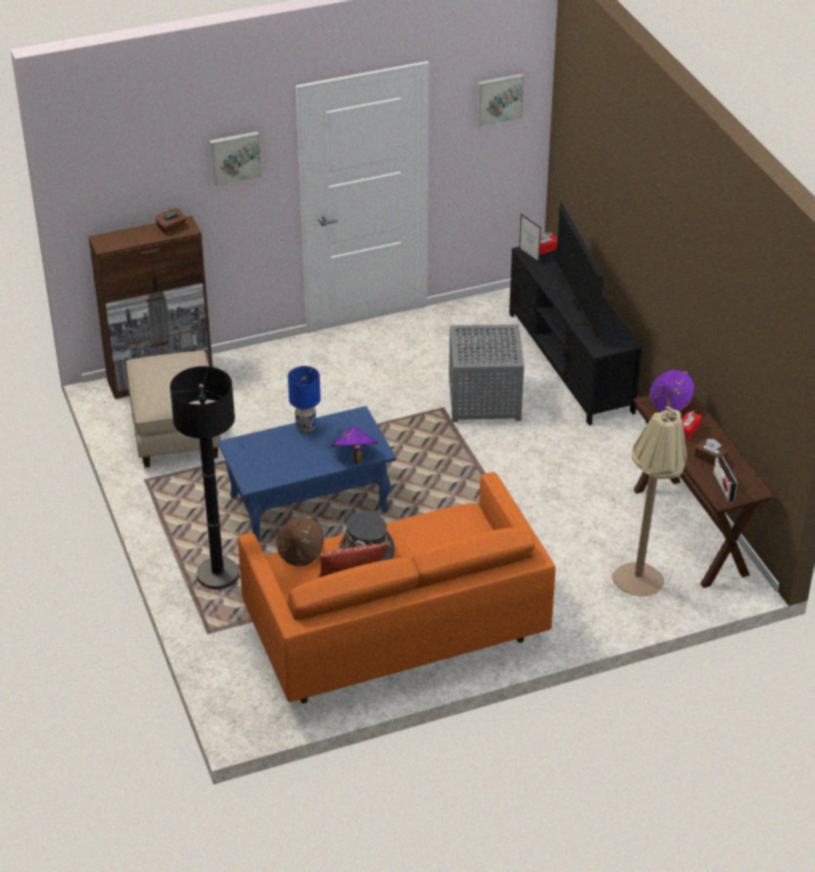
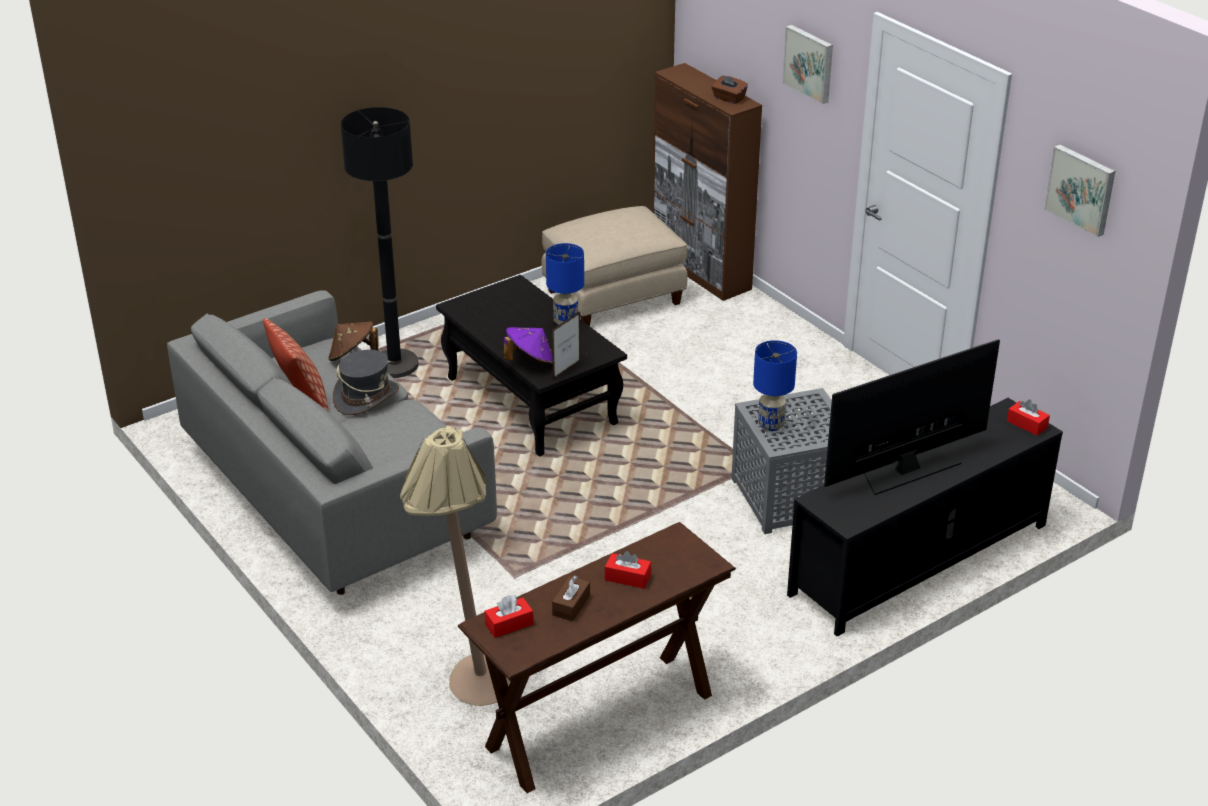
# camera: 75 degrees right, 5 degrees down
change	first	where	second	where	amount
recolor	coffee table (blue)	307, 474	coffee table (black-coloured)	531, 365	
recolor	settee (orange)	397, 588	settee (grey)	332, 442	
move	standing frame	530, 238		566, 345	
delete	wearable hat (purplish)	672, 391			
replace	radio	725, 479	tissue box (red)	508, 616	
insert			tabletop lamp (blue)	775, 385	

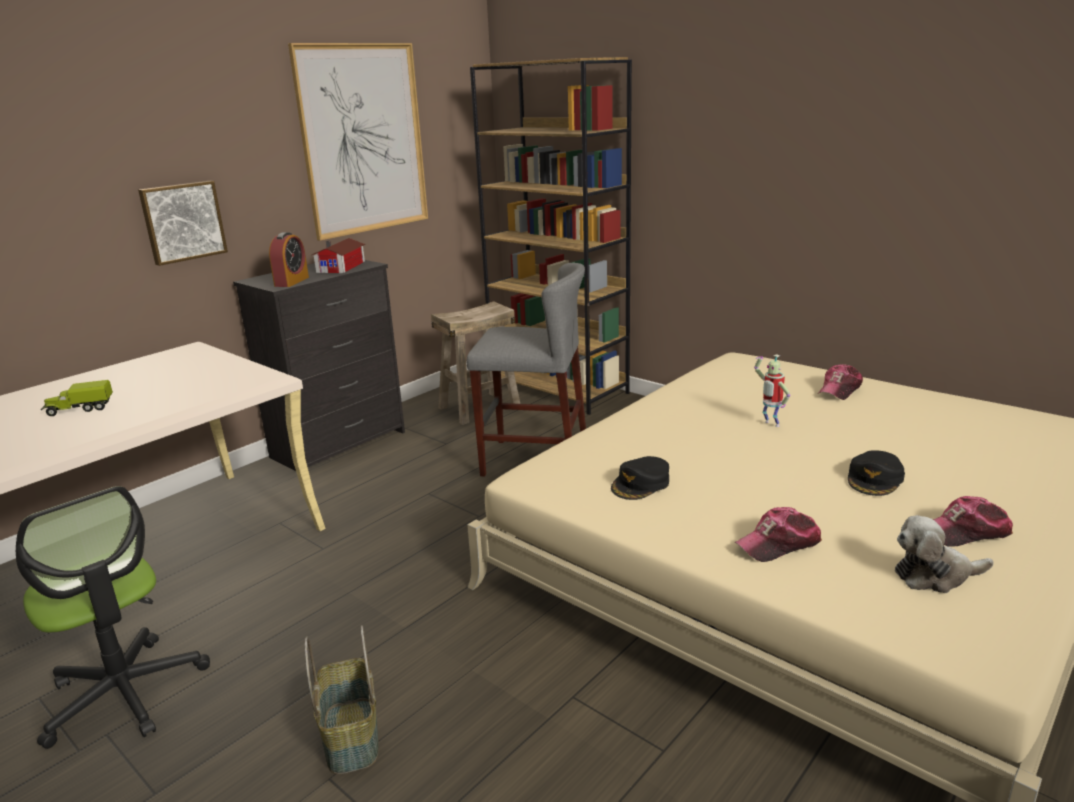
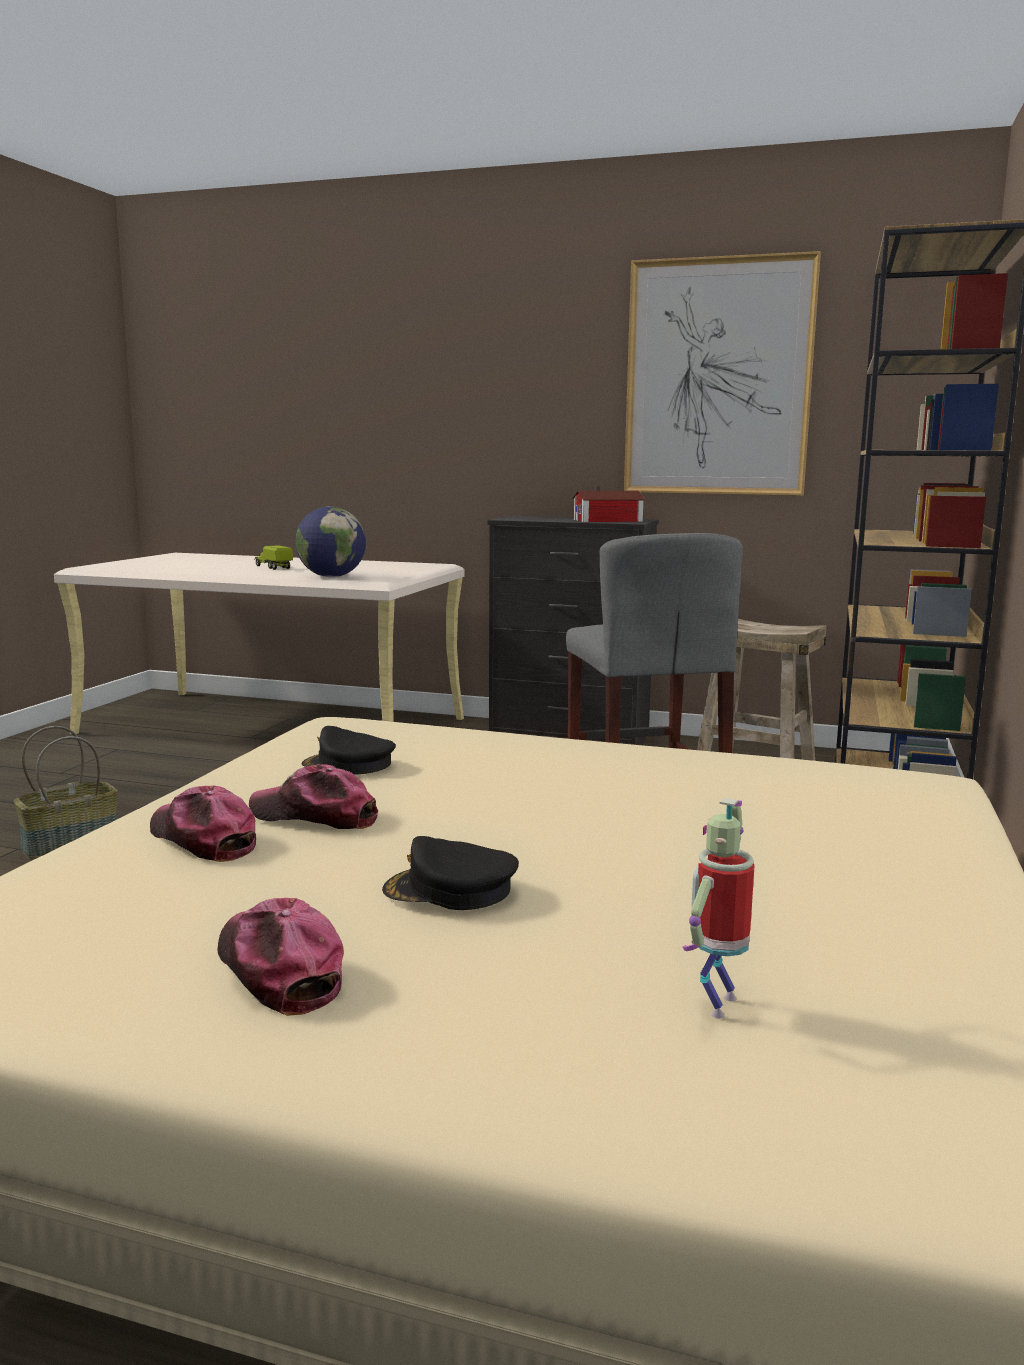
# camera: 65 degrees right, 10 degrees down
change	first	where	second	where	amount
delete	office chair	113, 617			
delete	picture	183, 223			
delete	alarm clock	289, 259			
move	toy robot	772, 390		718, 908	
move	cap	841, 382		313, 796	
delete	cuddly toy	944, 554			
insert			globe	330, 541	

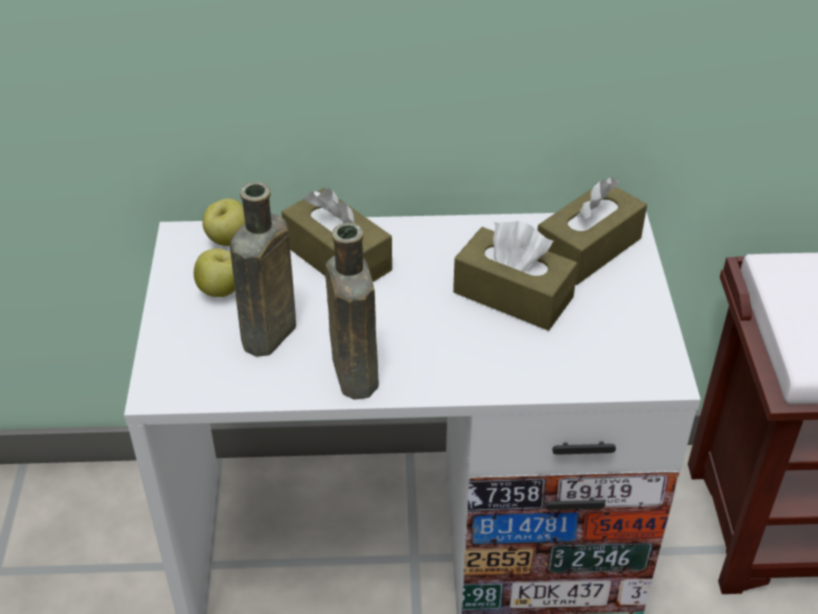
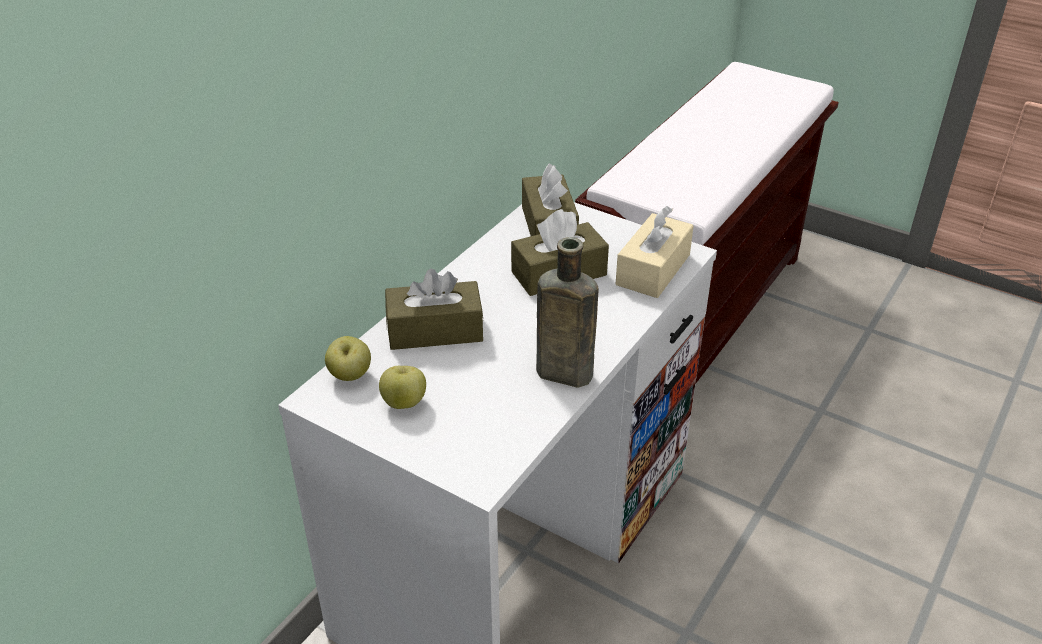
# camera: 55 degrees left, 5 degrees down
change	first	where	second	where	amount
delete	drink bottle (brown-coloured)	263, 269			
insert			tissue box (beige-coloured)	655, 252	

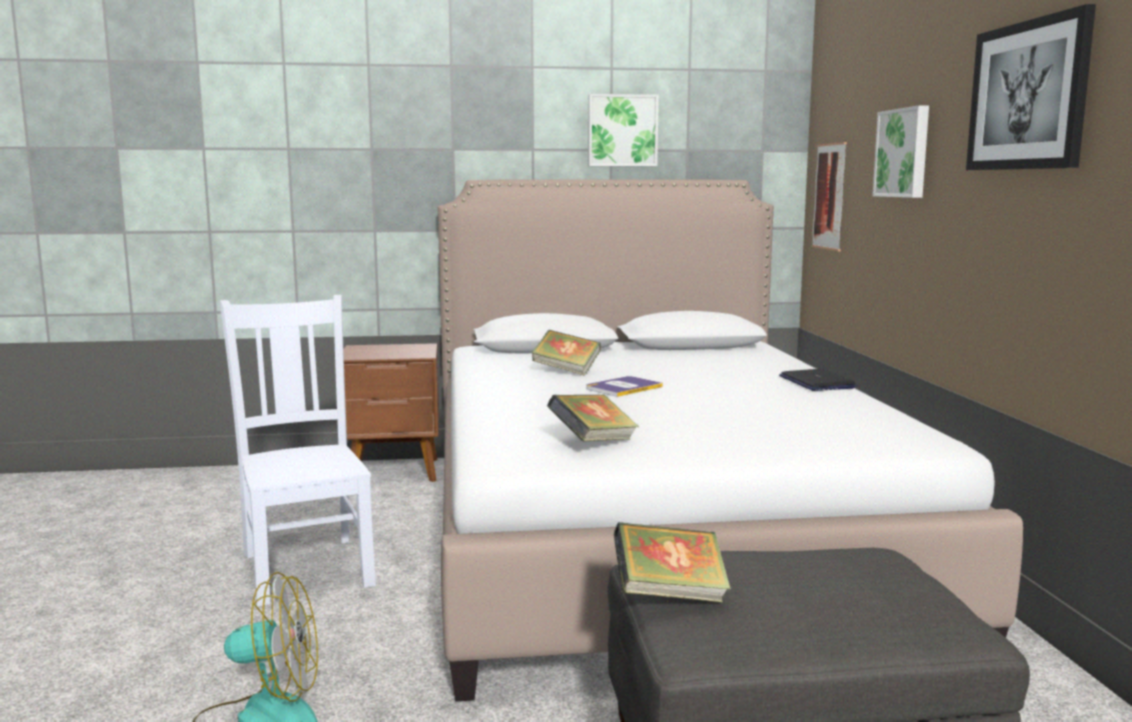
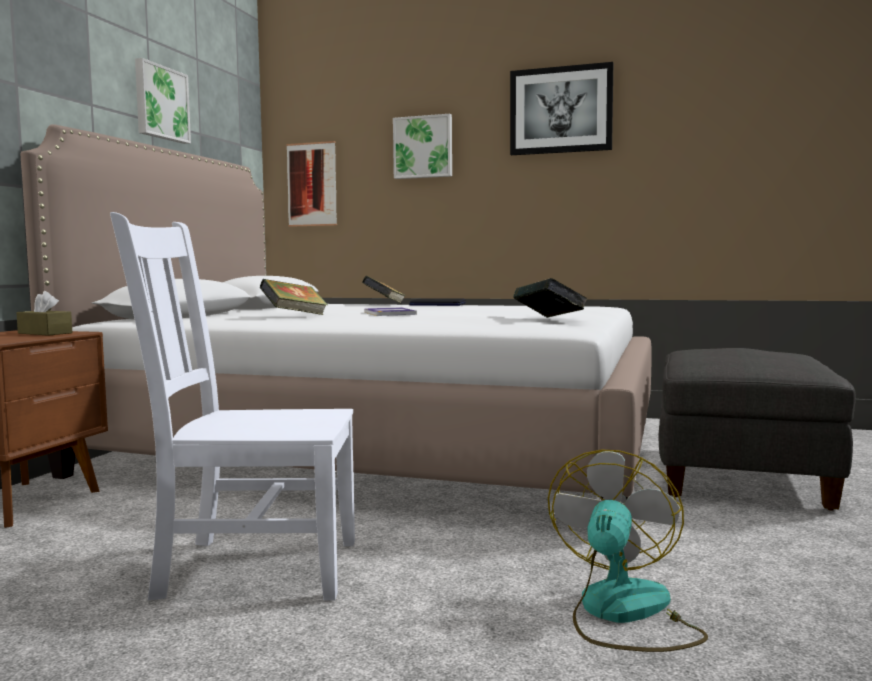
# camera: 65 degrees left, 5 degrees down
change	first	where	second	where	amount
move	book	672, 562		384, 289	
insert			tissue box (brown-coloured)	44, 313	

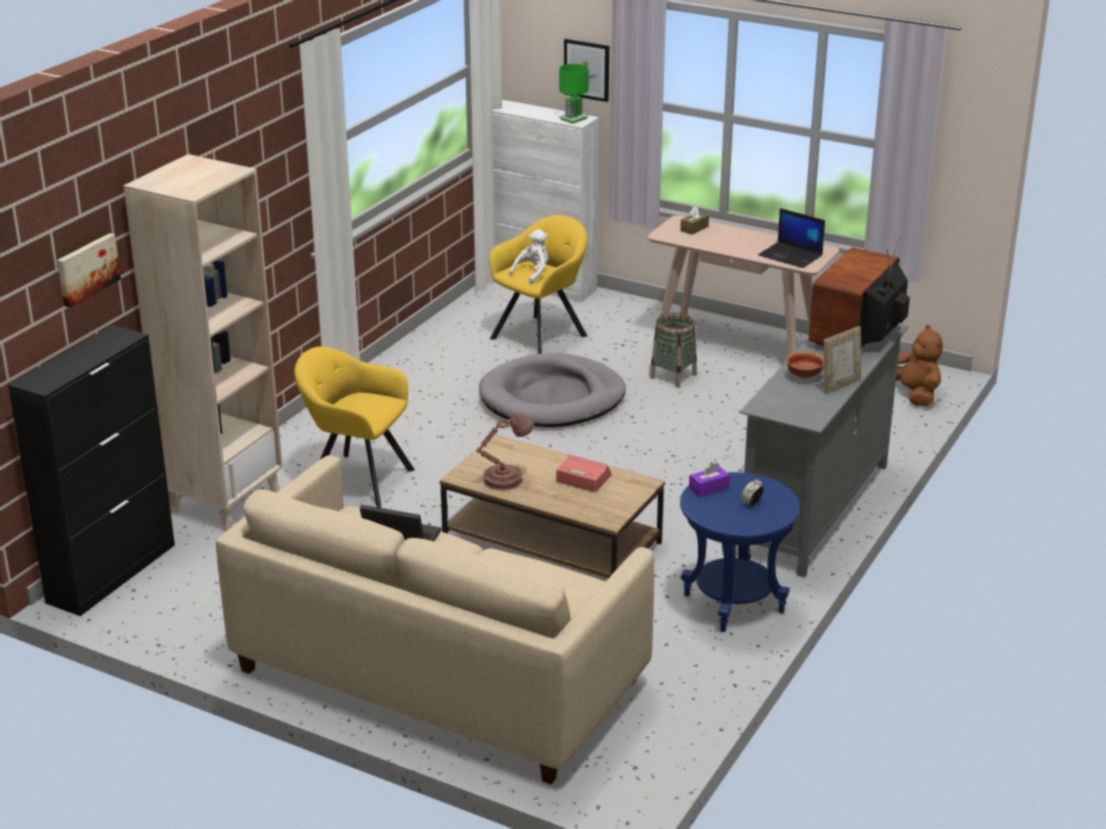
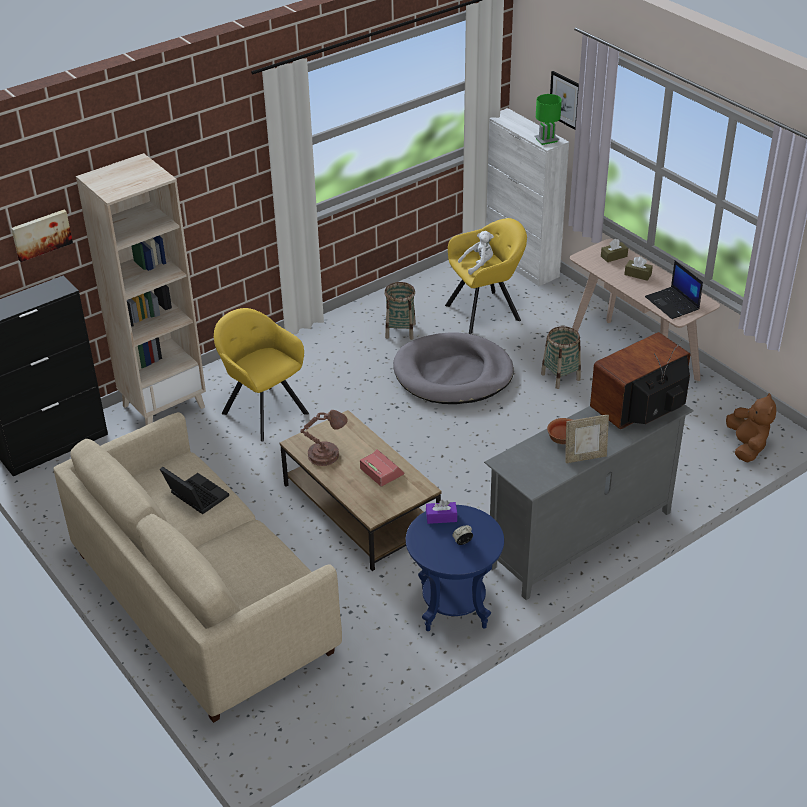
# camera: 25 degrees right, 10 degrees up
change	first	where	second	where	amount
insert			basket	400, 311	
insert			tissue box (brown-coloured)	638, 269	

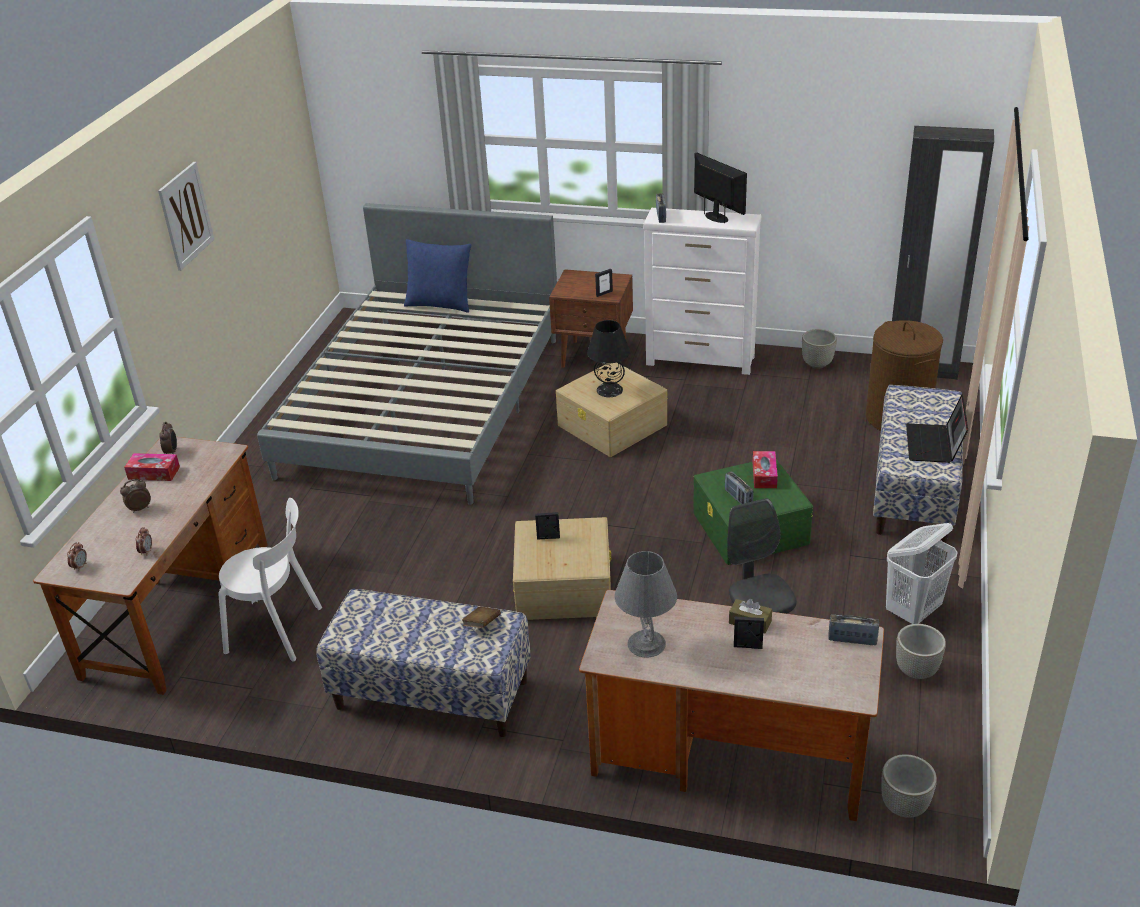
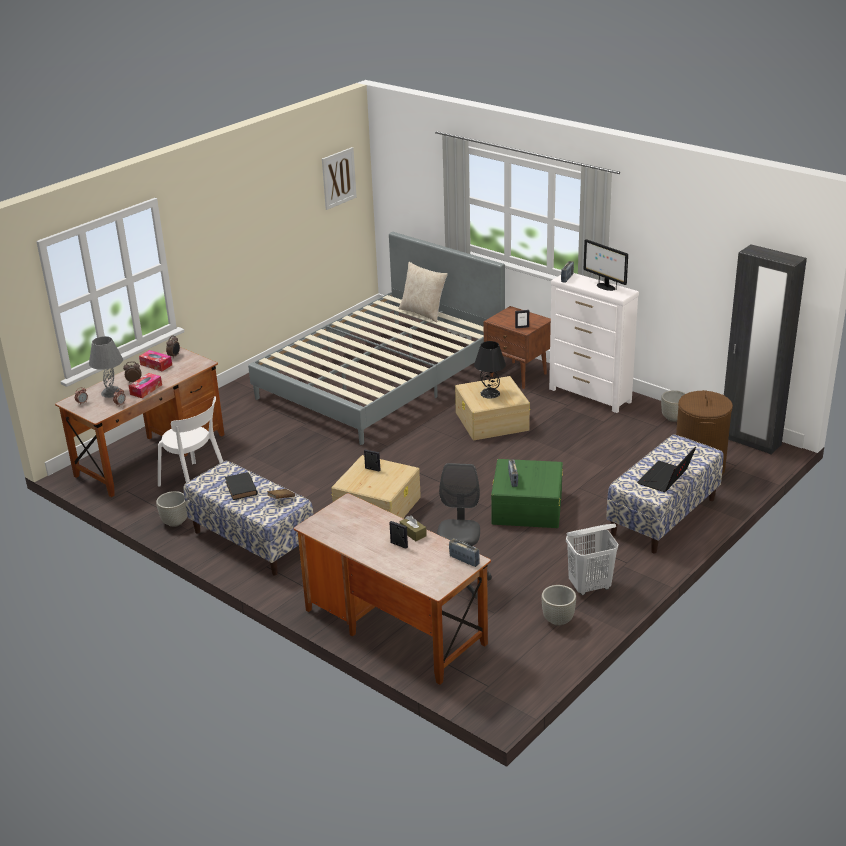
# camera: 25 degrees right, 5 degrees down
change	first	where	second	where	amount
move	picture	186, 216		339, 178	
recolor	throw pillow (blue)	437, 276	throw pillow (beige-coloured)	423, 292	
move	tabletop lamp (grey)	646, 604		106, 367	
rotate	monitor	720, 188		606, 265	150 degrees clockwise
move	tissue box	765, 469		145, 385	
move	flower pot (grey)	909, 786		171, 509	
insert			book (black-coloured)	241, 486	

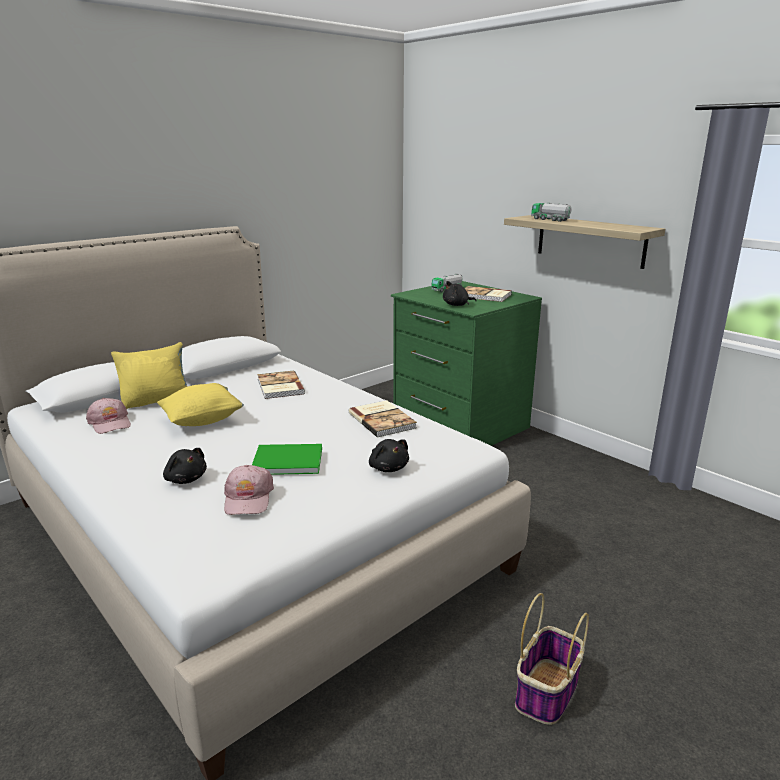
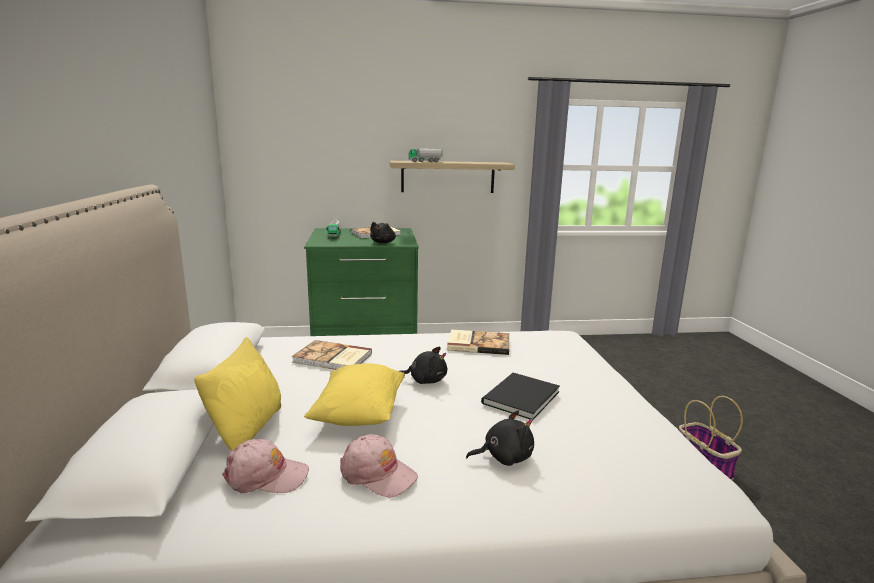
# camera: 55 degrees left, 5 degrees down
change	first	where	second	where	amount
move	cap (pinkish)	249, 490		379, 465	
recolor	book (green)	287, 459	book (black-coloured)	520, 396	
move	cuddly toy (black-coloured)	389, 455		423, 365	

